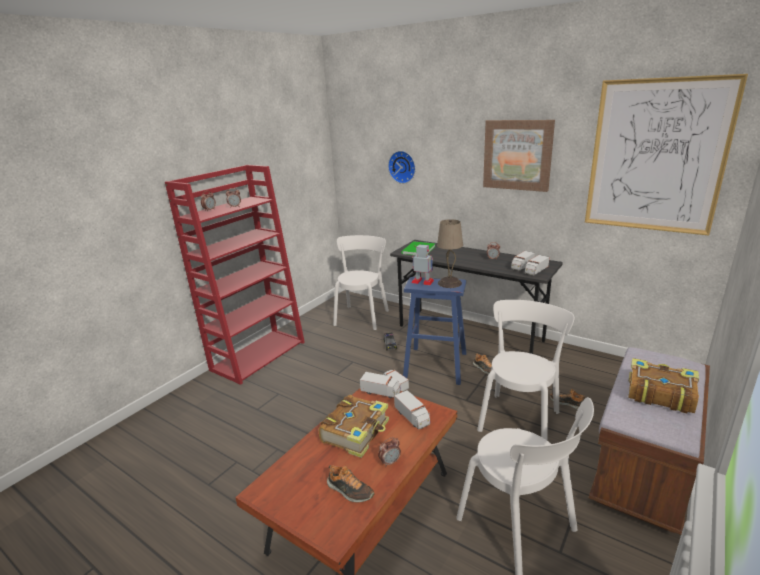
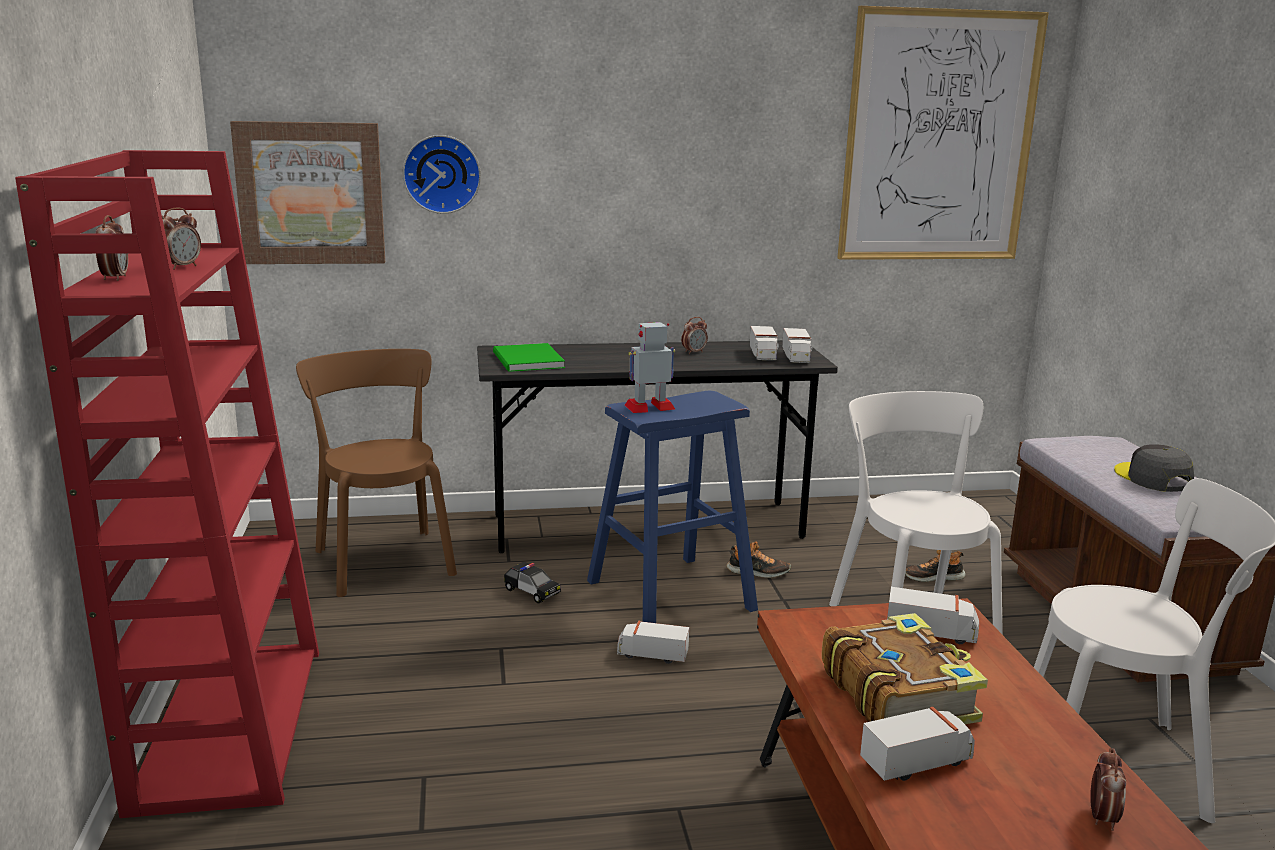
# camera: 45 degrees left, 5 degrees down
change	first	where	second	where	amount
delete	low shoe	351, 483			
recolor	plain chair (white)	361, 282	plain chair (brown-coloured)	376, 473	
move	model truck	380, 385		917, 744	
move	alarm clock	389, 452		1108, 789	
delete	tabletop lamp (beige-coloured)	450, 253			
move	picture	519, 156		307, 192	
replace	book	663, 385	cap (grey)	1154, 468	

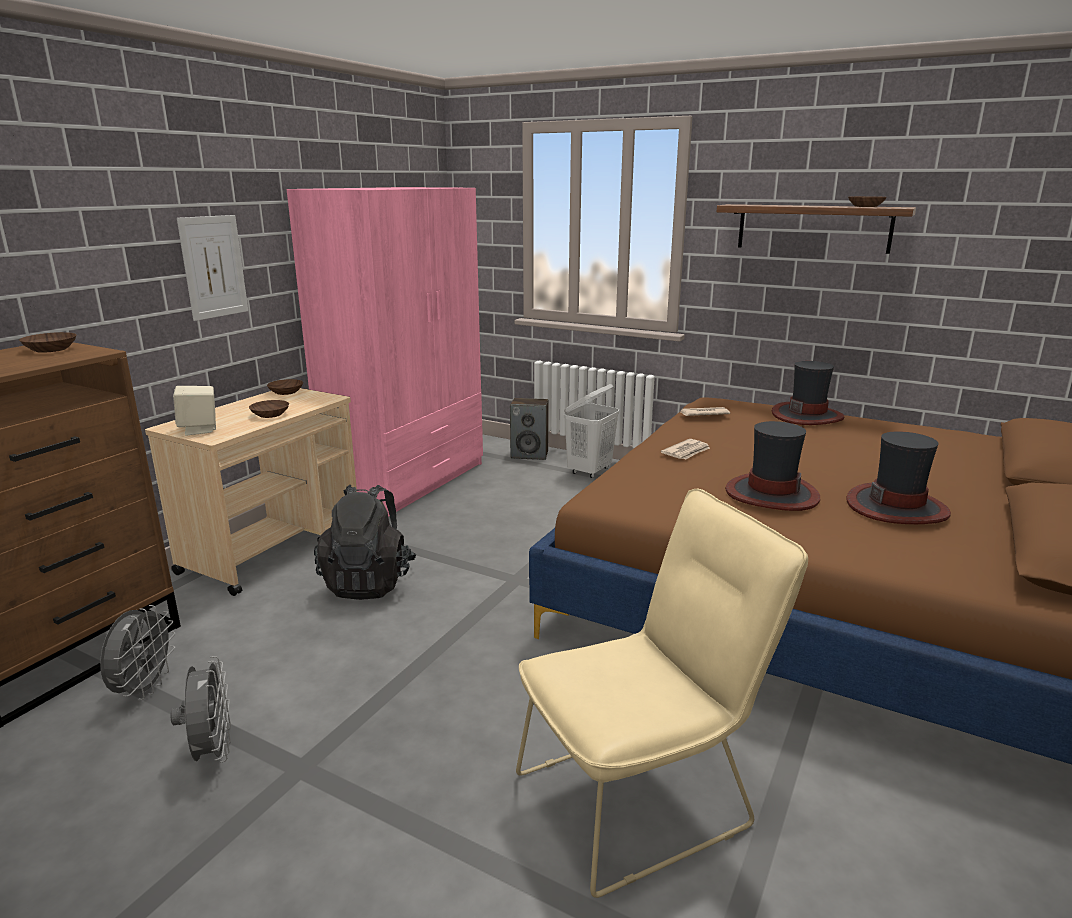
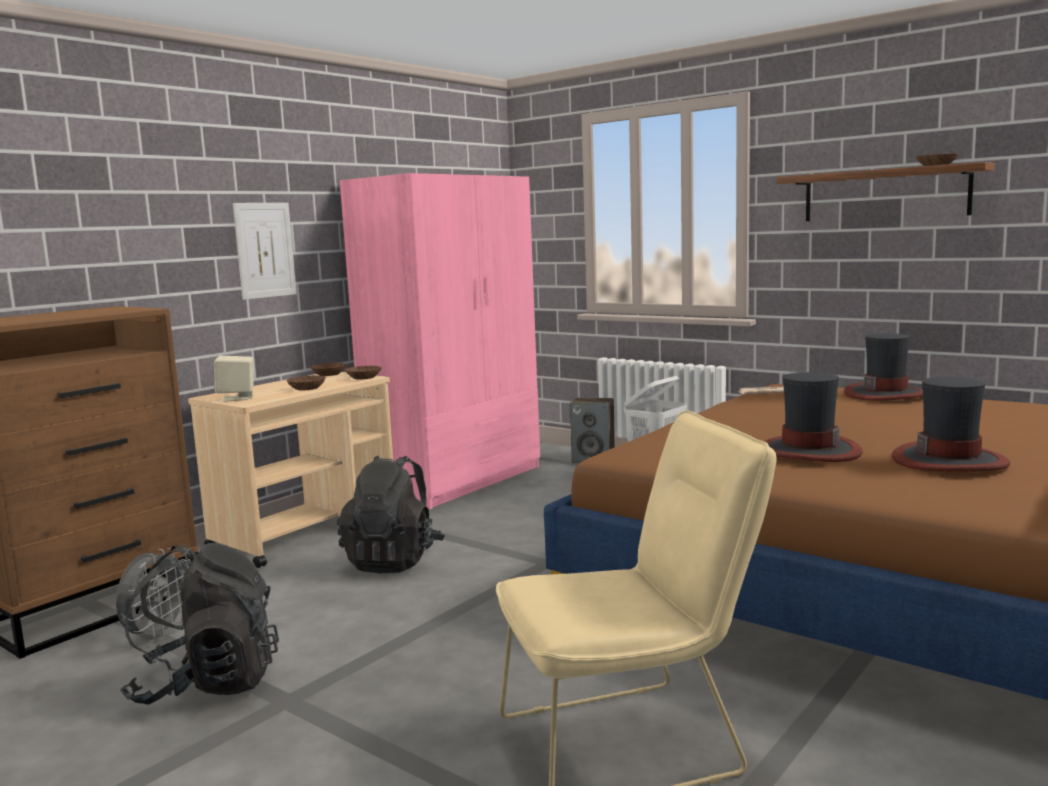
# camera: 10 degrees right, 10 degrees down
change	first	where	second	where	amount
move	serving bowl (brown-coloured)	47, 342		363, 373	
replace	cooling fan (grey)	200, 709	rucksack (black-coloured)	199, 624	
delete	newspaper	685, 449			

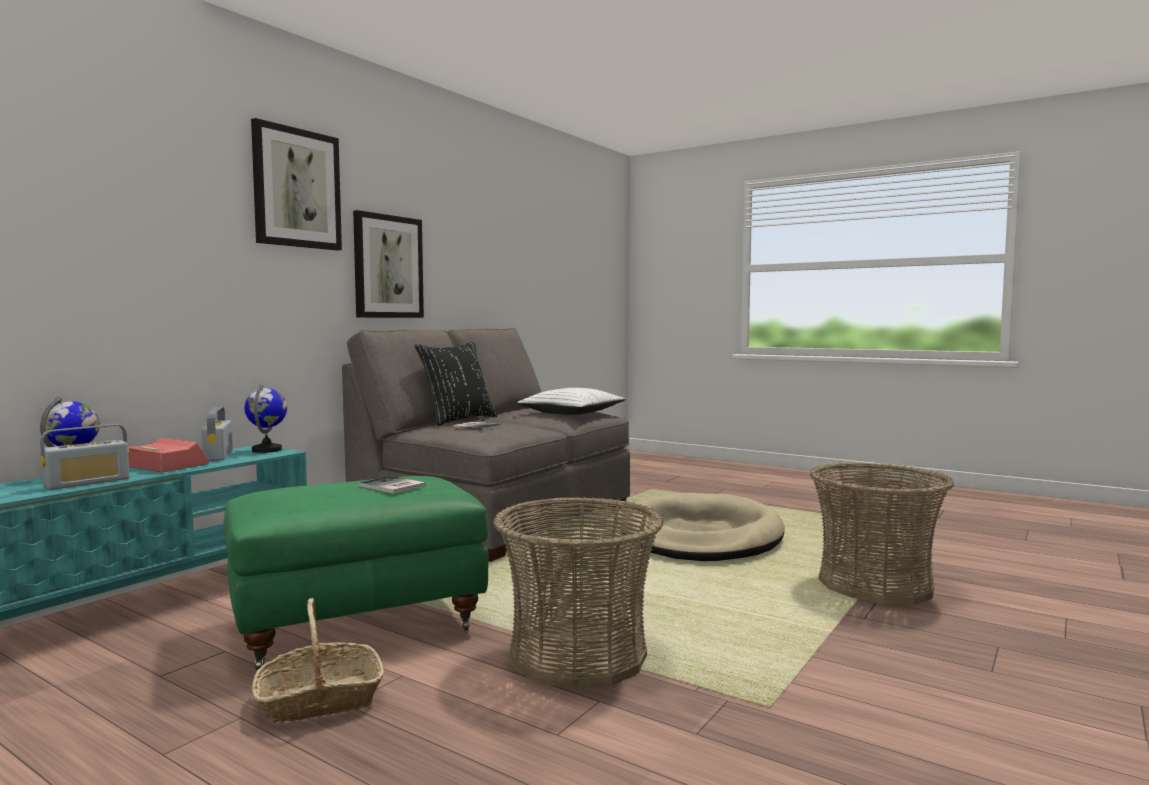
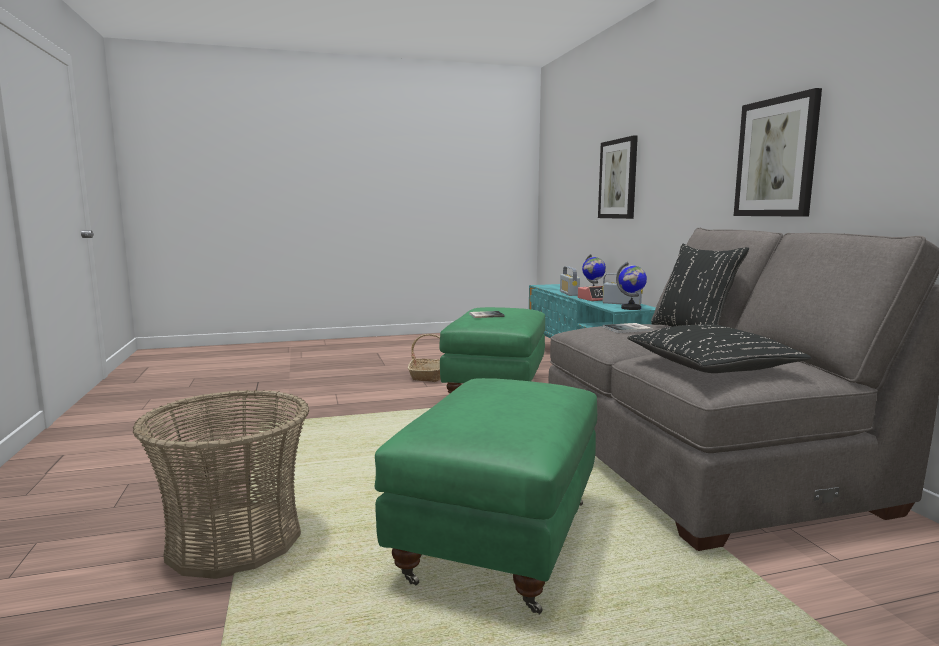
# camera: 130 degrees right, 5 degrees up
change	first	where	second	where	amount
move	picture	296, 184		618, 177	
delete	basket	578, 593			
recolor	throw pillow (white)	571, 401	throw pillow (black-coloured)	719, 348	
replace	pet bed (beige-coloured)	703, 527	footrest (green)	486, 496	

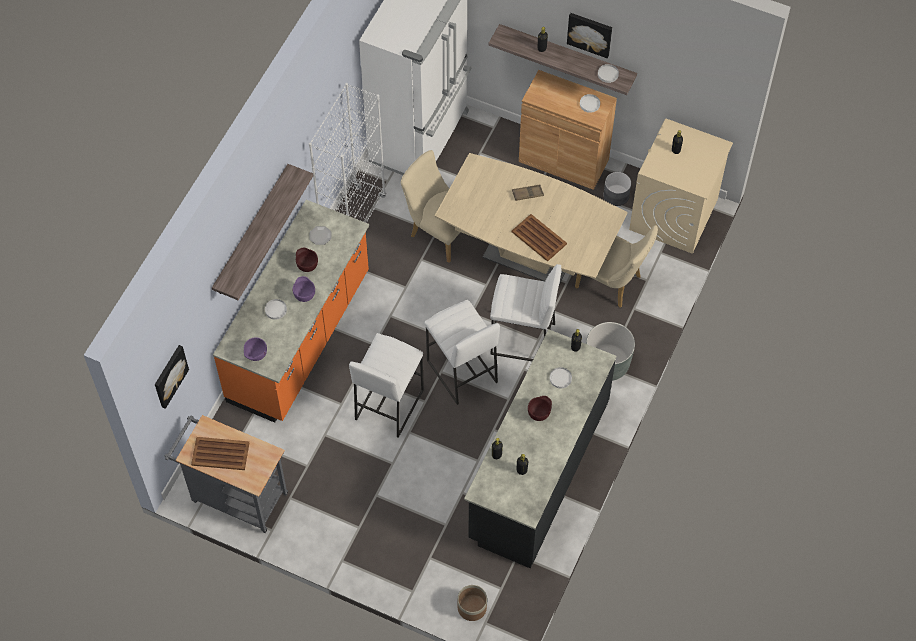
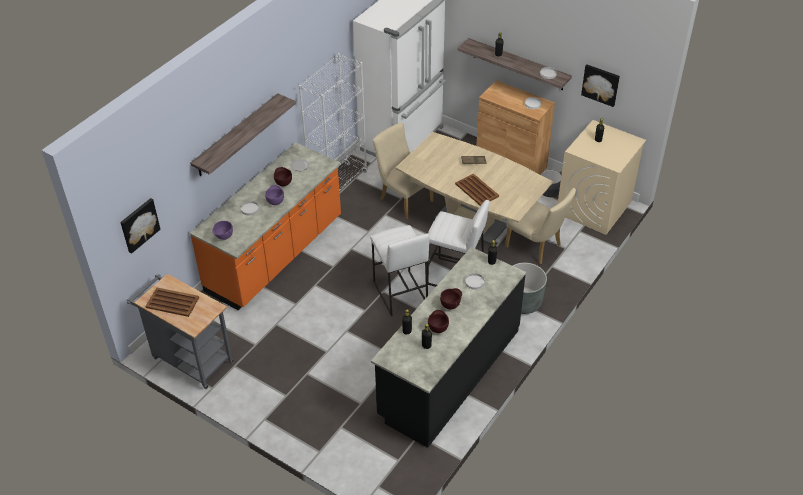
# camera: 10 degrees right, 15 degrees down
change	first	where	second	where	amount
delete	stool seat (white)	386, 385			
delete	flower pot	472, 603			
move	picture	589, 36		600, 86	
insert			serving bowl (brown-coloured)	438, 321	

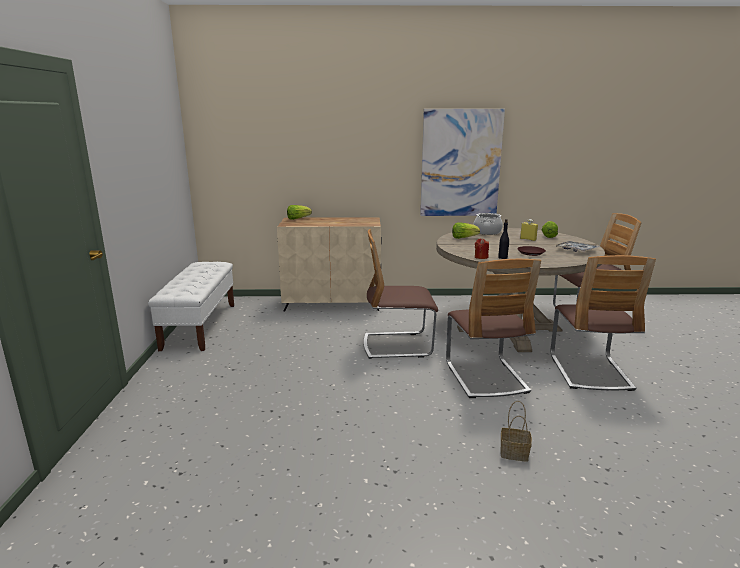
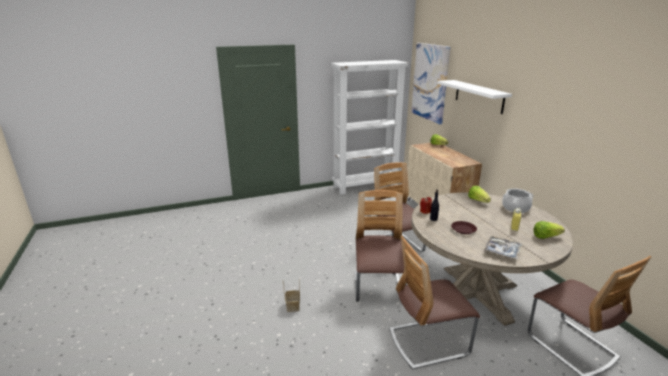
# camera: 70 degrees right, 5 degrees up
change	first	where	second	where	amount
replace	bench (white)	191, 306	bookshelf (white)	370, 127	
move	picture	462, 162		431, 83	
rotate	plain chair	493, 328		381, 246	120 degrees clockwise
insert			bracket shelf (white)	474, 97	

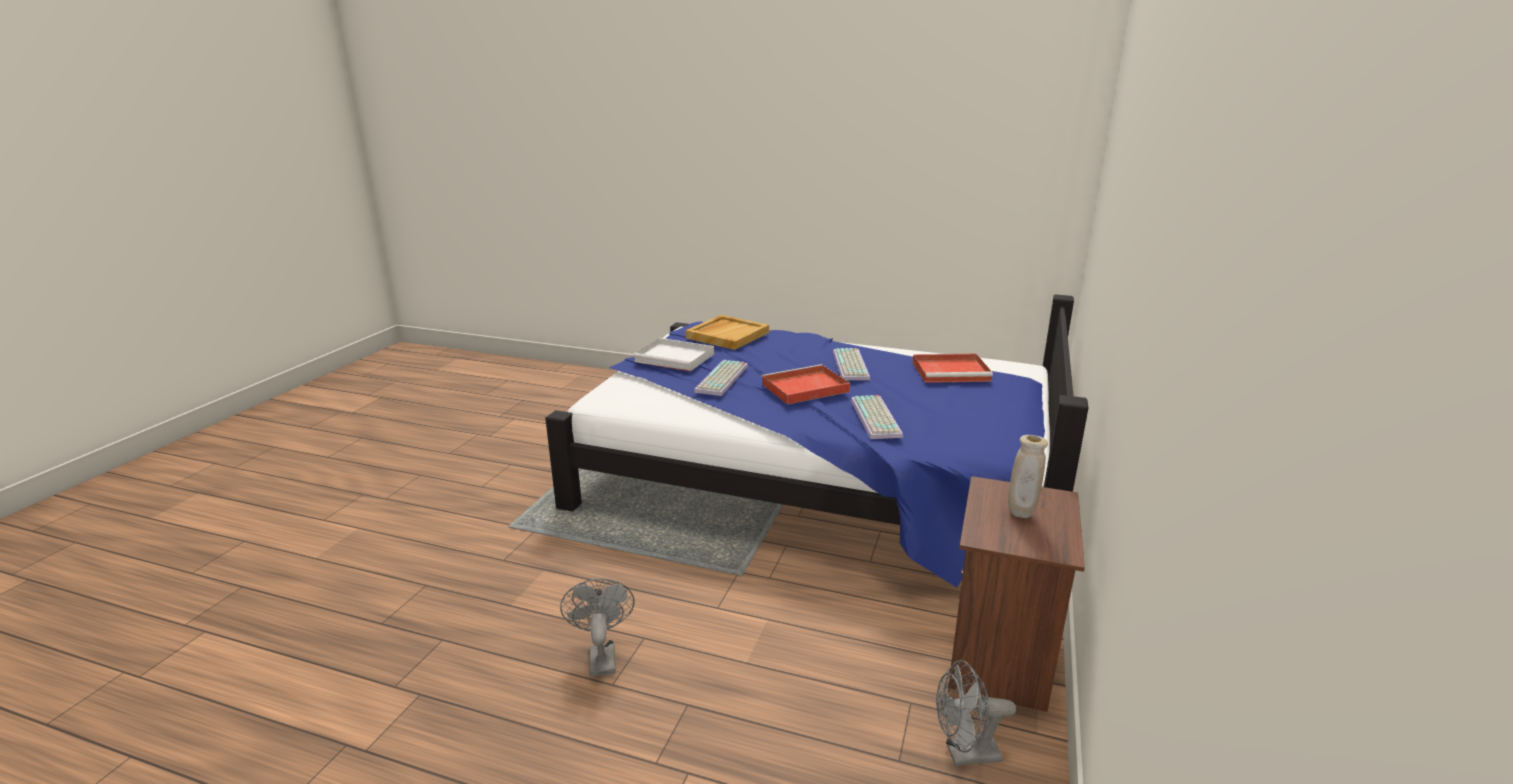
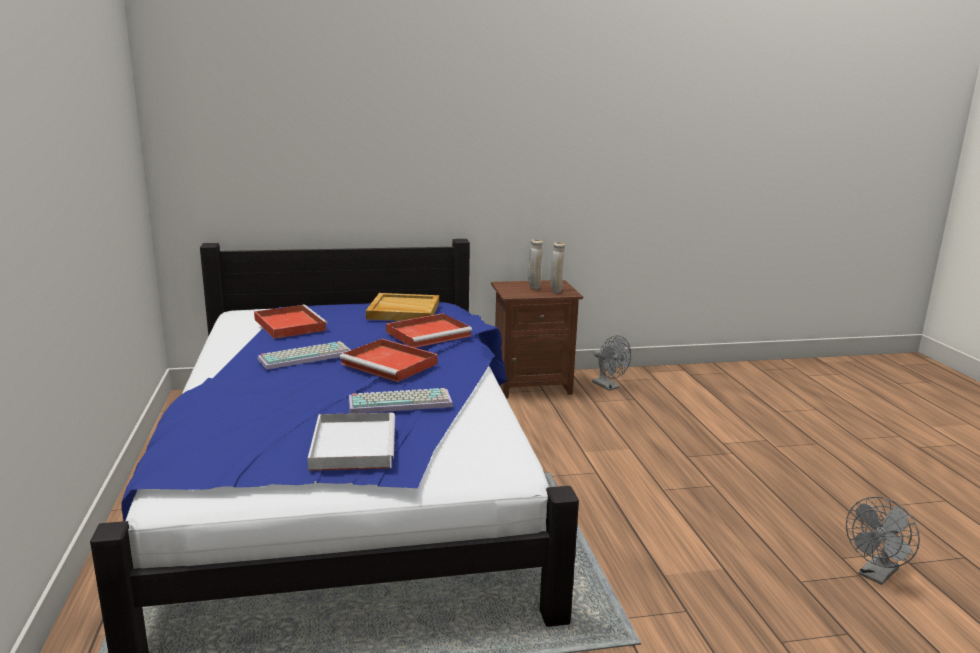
# camera: 120 degrees left, 5 degrees down
change	first	where	second	where	amount
move	cooling fan (grey)	597, 627		883, 540	
move	serving tray (beige-coloured)	727, 332		402, 307	
replace	keyboard	877, 417	serving tray (red)	429, 330	
insert			vase (beige-coloured)	557, 267	

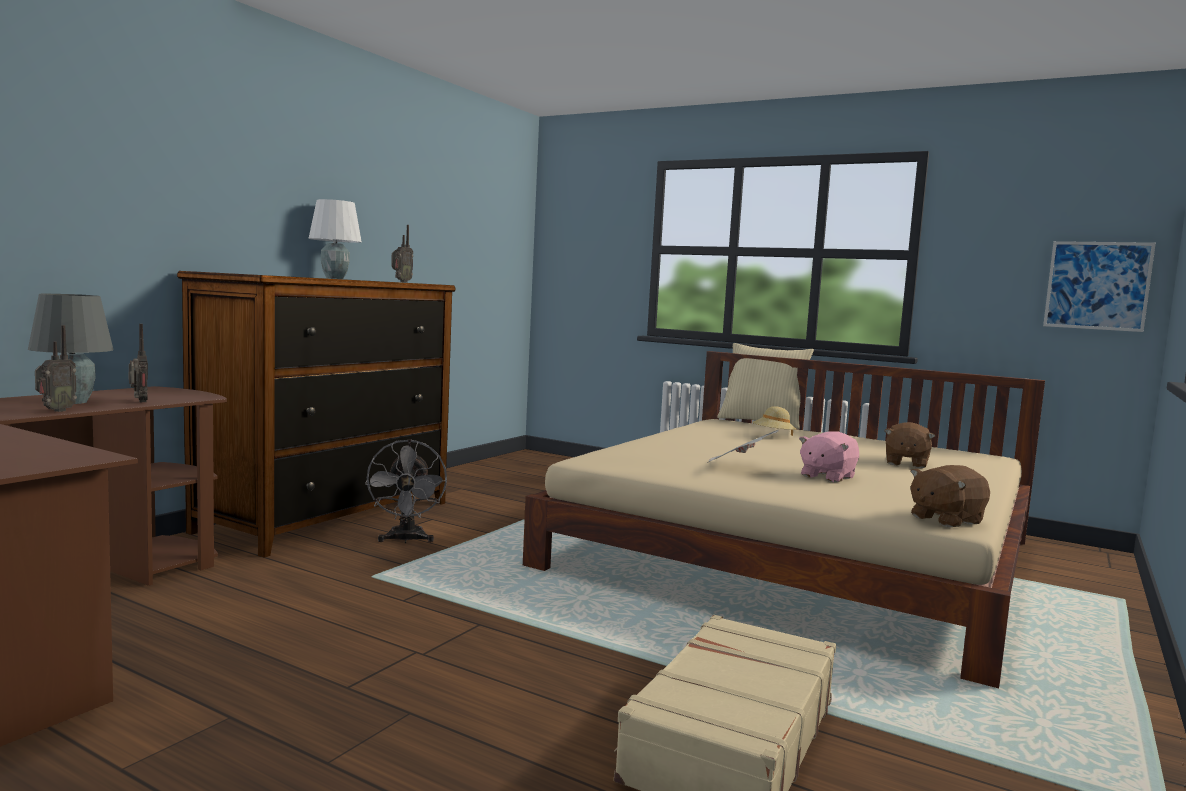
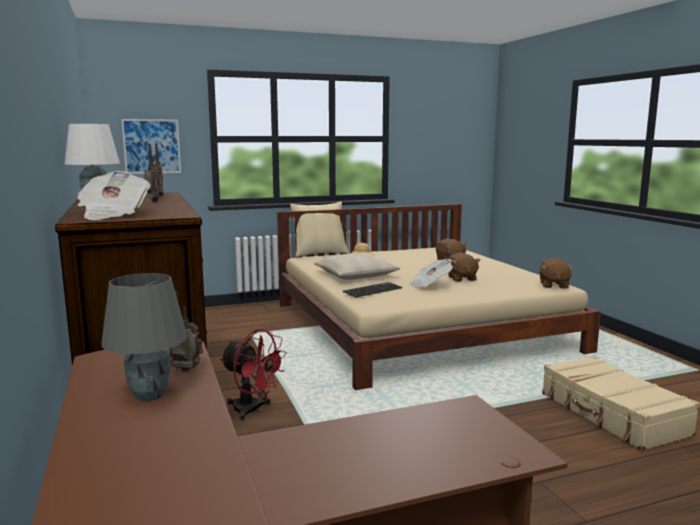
# camera: 50 degrees left, 5 degrees up
change	first	where	second	where	amount
move	radio	56, 368		151, 173	
recolor	cooling fan (grey)	406, 491	cooling fan (red)	253, 375	
recolor	cuddly toy (pinkish)	829, 456	cuddly toy (brown-coloured)	464, 267	
move	picture	1099, 286		151, 146	
insert			newspaper	113, 195	
insert			throw pillow (beige-coloured)	357, 266	
insert			keyboard	372, 289	

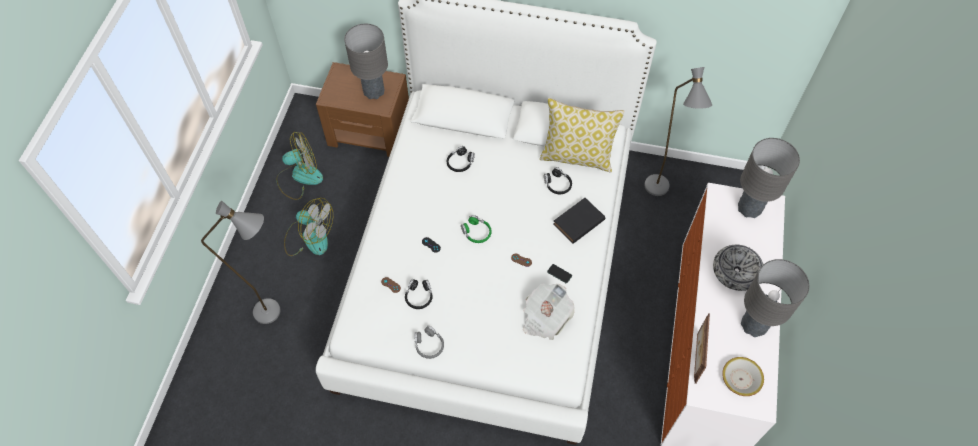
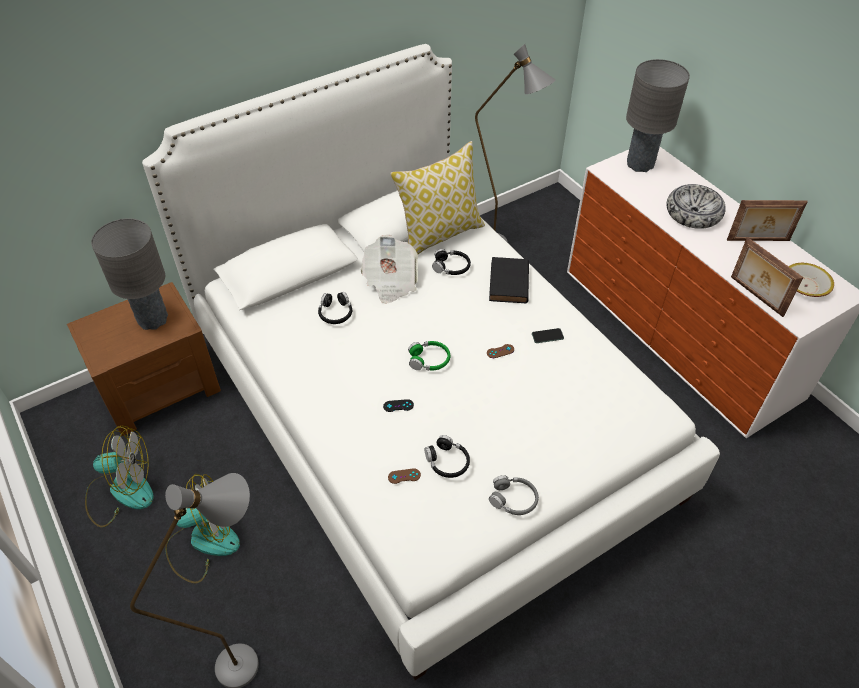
# camera: 45 degrees left, 10 degrees down
change	first	where	second	where	amount
rotate	cooling fan	299, 166		119, 476	60 degrees clockwise
move	newspaper	548, 312		389, 269	
replace	tabletop lamp (grey)	775, 298	standing frame	767, 220	

